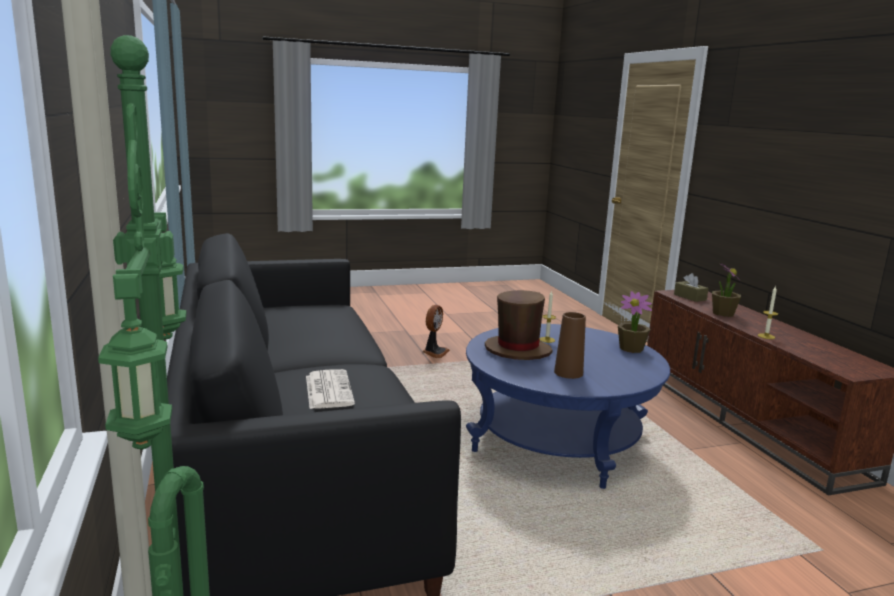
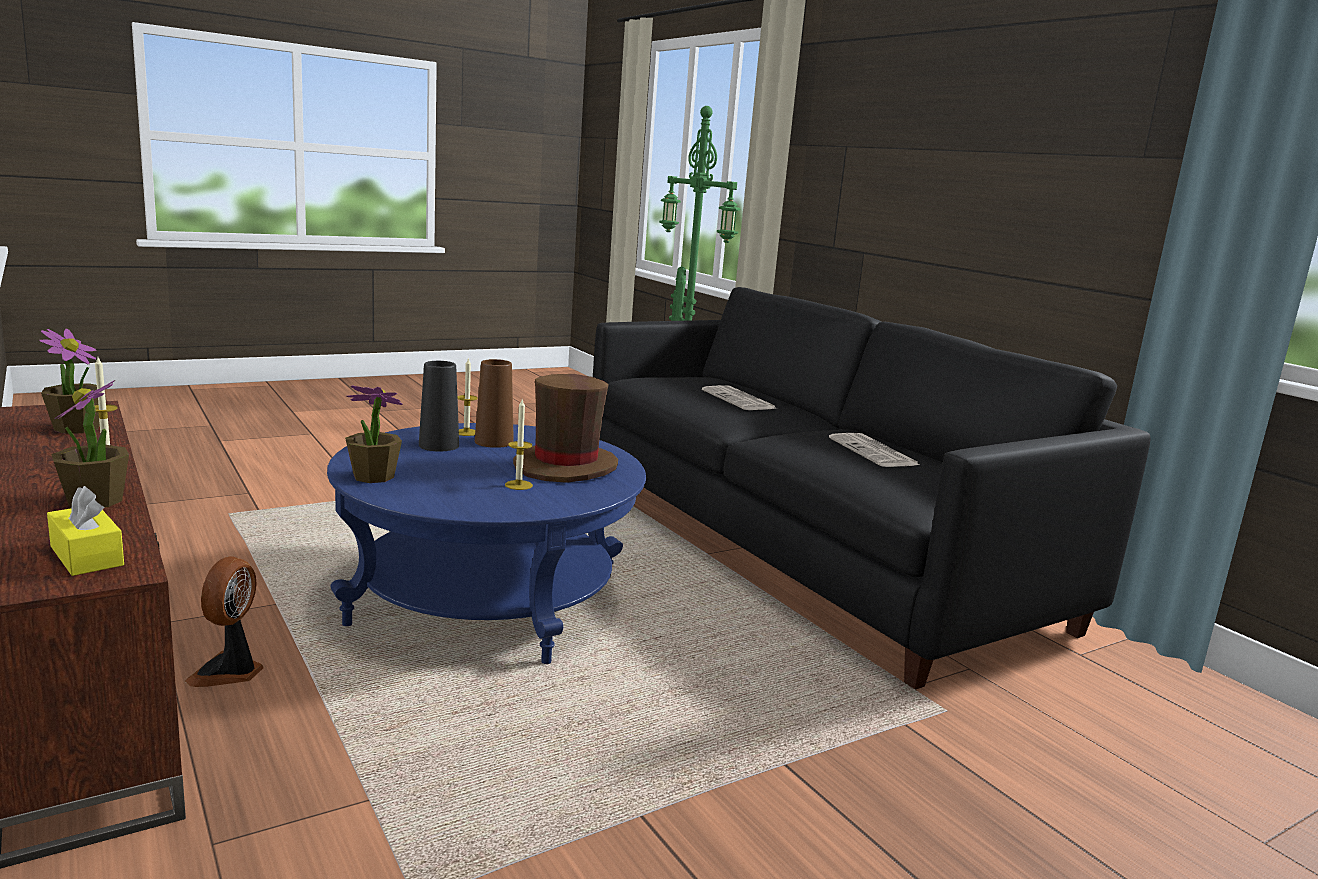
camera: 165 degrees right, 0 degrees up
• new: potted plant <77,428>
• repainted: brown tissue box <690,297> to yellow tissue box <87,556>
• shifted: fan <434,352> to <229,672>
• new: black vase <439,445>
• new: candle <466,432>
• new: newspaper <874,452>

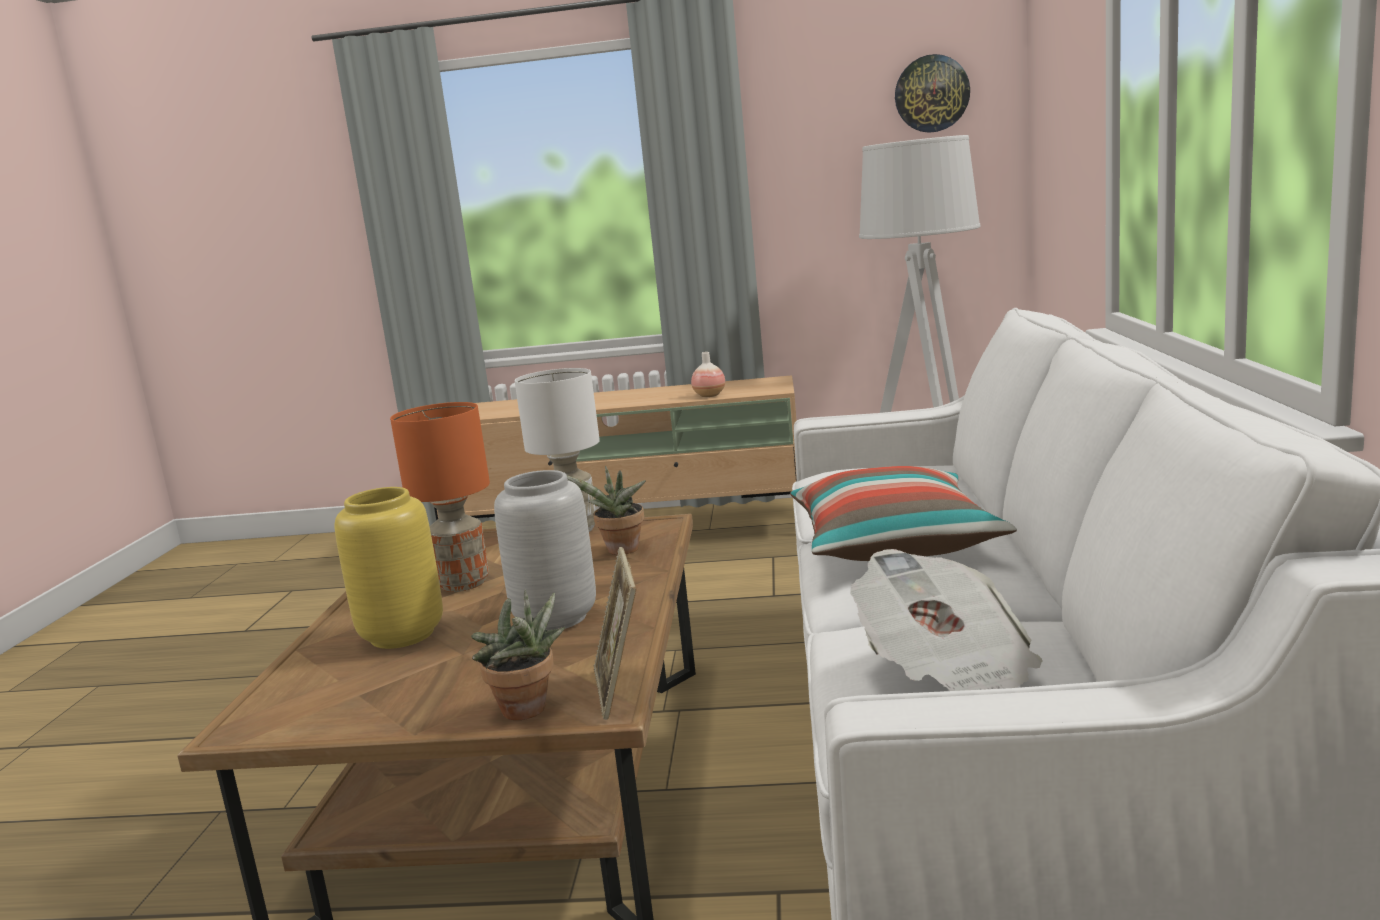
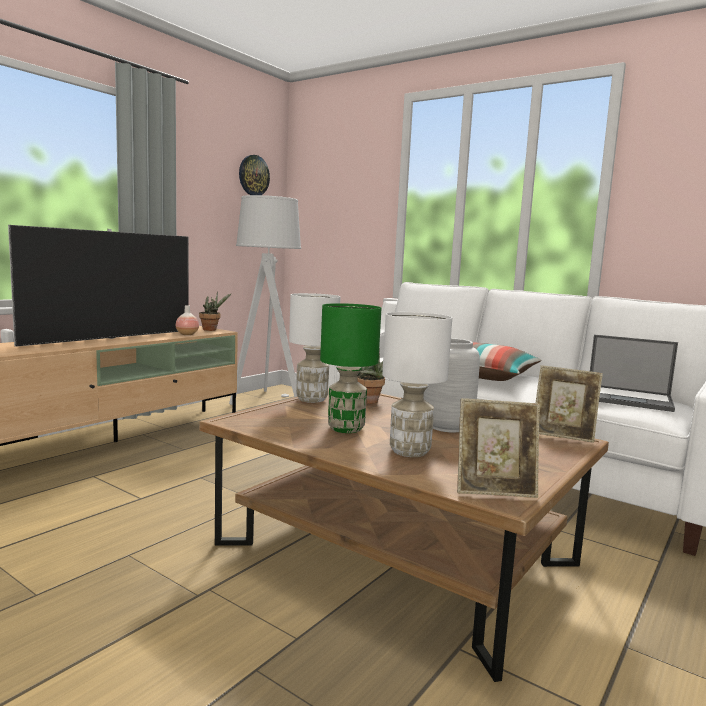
camera: 60 degrees left, 5 degrees down
• new: television <111,338>
• shifted: potted plant <528,712> to <211,330>
• repainted: orange table lamp <462,584> to green table lamp <346,429>
• swapped: yellow vase <400,635> to white table lamp <409,452>
• new: picture frame <495,490>
• swapped: newspaper <947,672> to laptop <629,399>

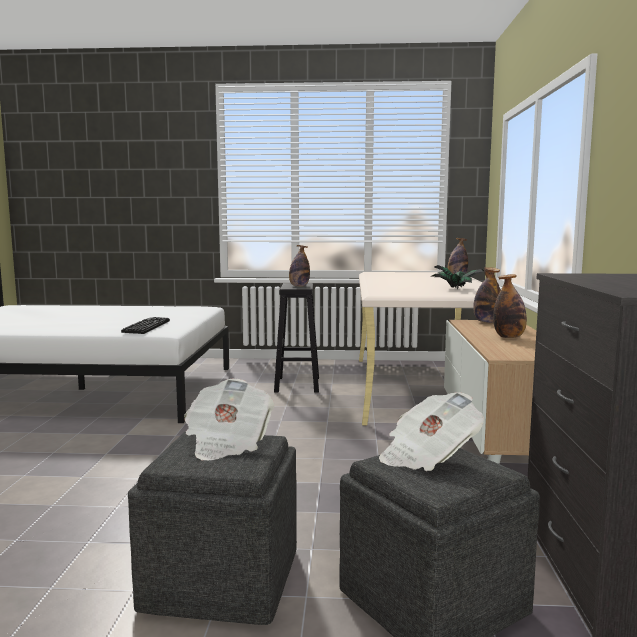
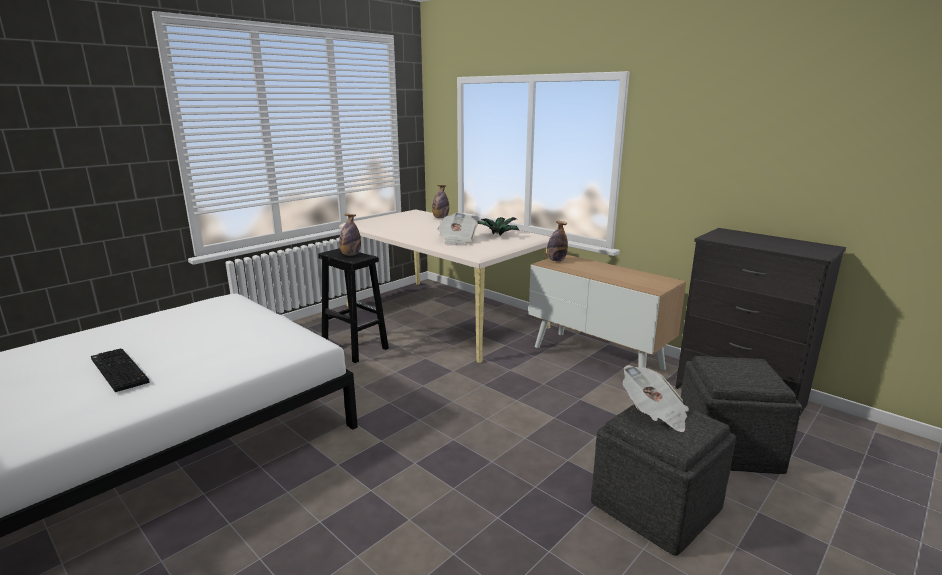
camera: 50 degrees left, 10 degrees up
• shifted: keyboard <146,326> to <117,371>
• shifted: newspaper <427,456> to <457,240>
• gone: bottle <509,337>

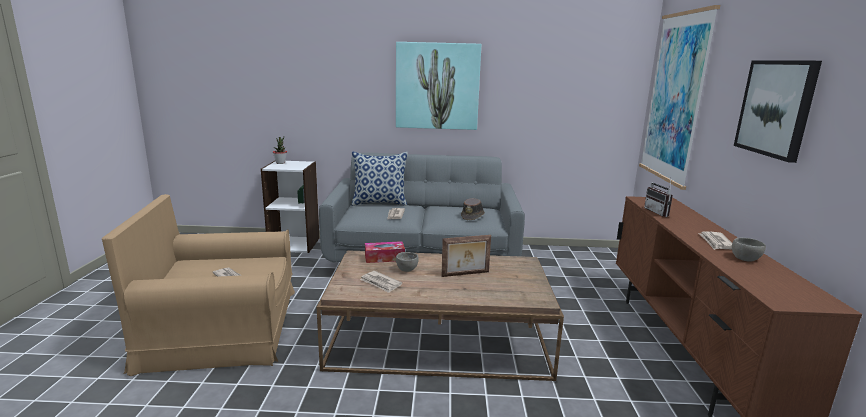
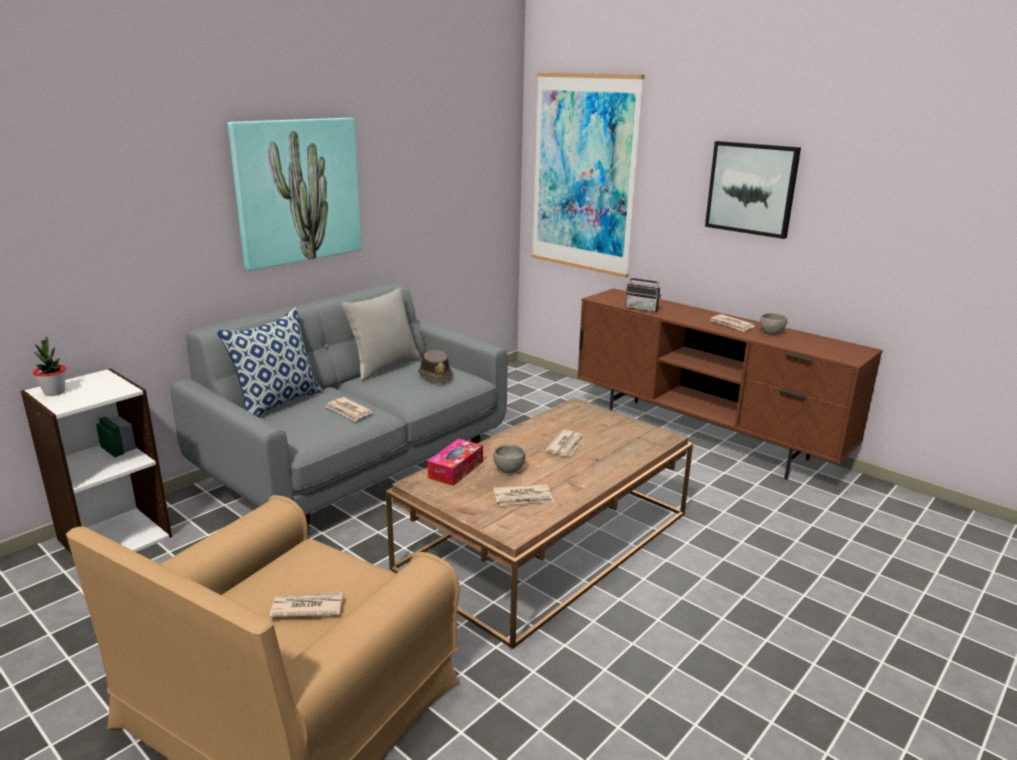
camera: 50 degrees left, 5 degrees up
• new: grey pillow <384,367>
• swapped: picture frame <465,274> to newspaper <566,445>

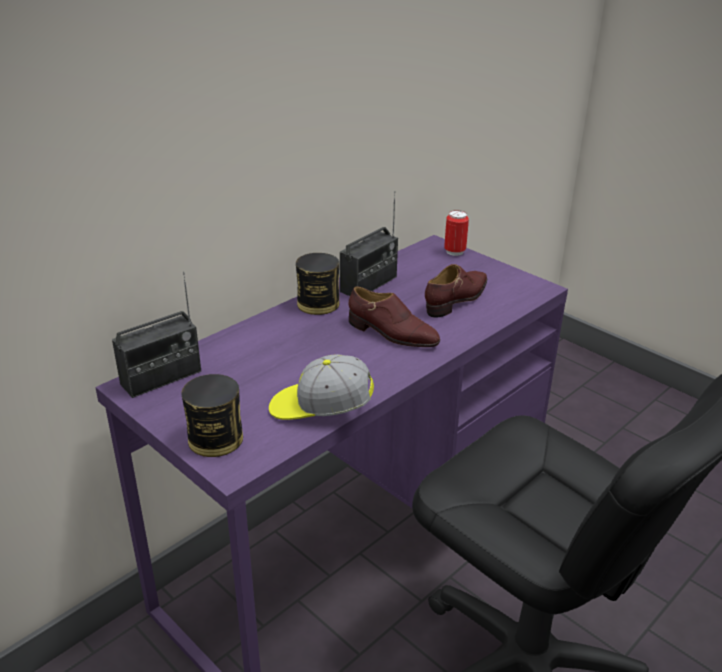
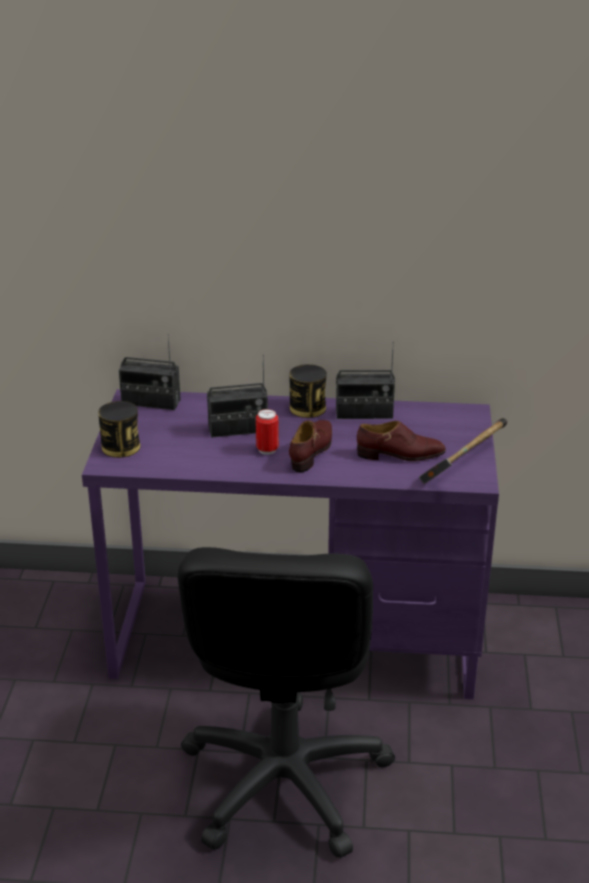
camera: 50 degrees right, 0 degrees up
• new: radio <238,429>
• shifted: can <454,251> to <267,450>
• rotated: brown shoe <392,334> = <312,450> 150 degrees counterclockwise
• new: hammer <464,462>
• gone: cap <321,408>

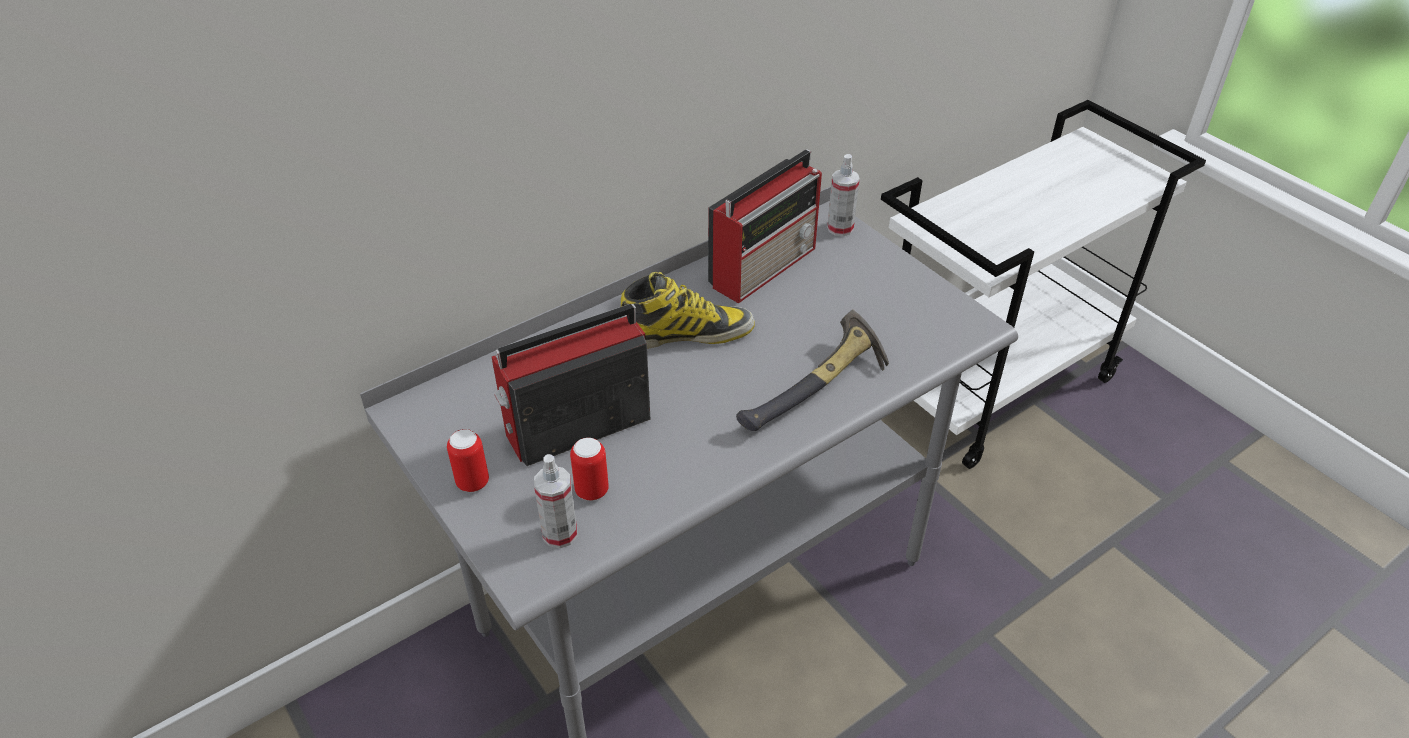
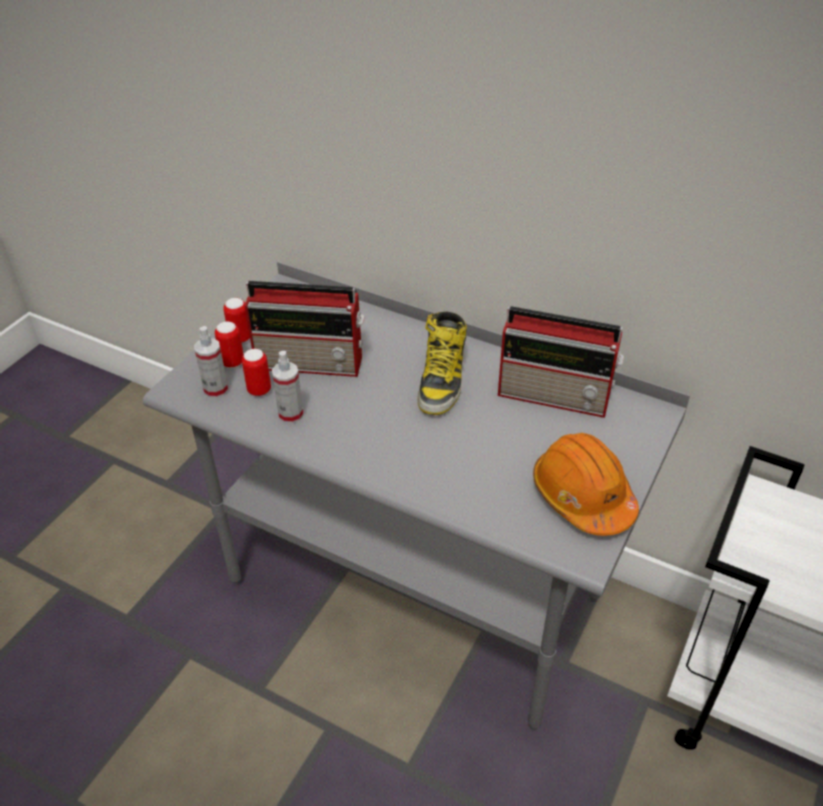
camera: 65 degrees right, 0 degrees up
• new: can <232,362>
• rotated: radio <575,427> = <312,362> 150 degrees clockwise
• shifted: spray bottle <840,228> to <291,414>
• rotated: boot <686,333> = <442,380> 45 degrees clockwise
• new: orange hard hat <582,496>
• gone: hammer <818,389>

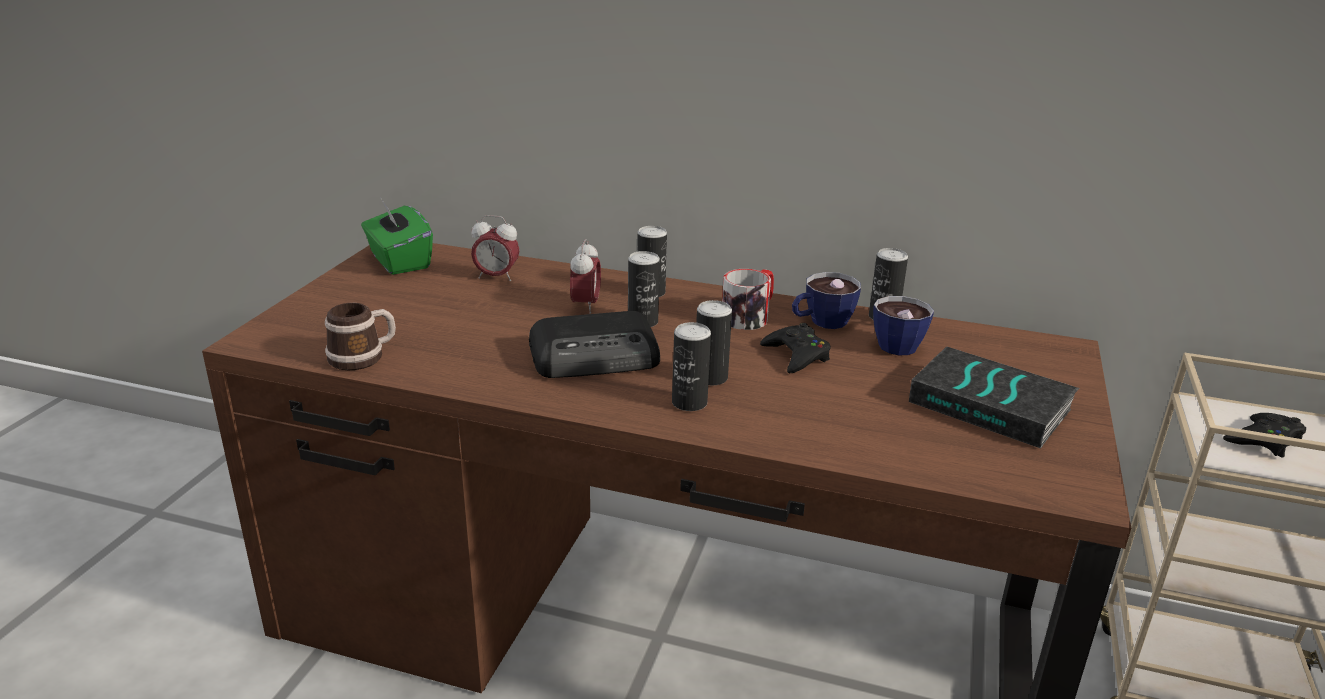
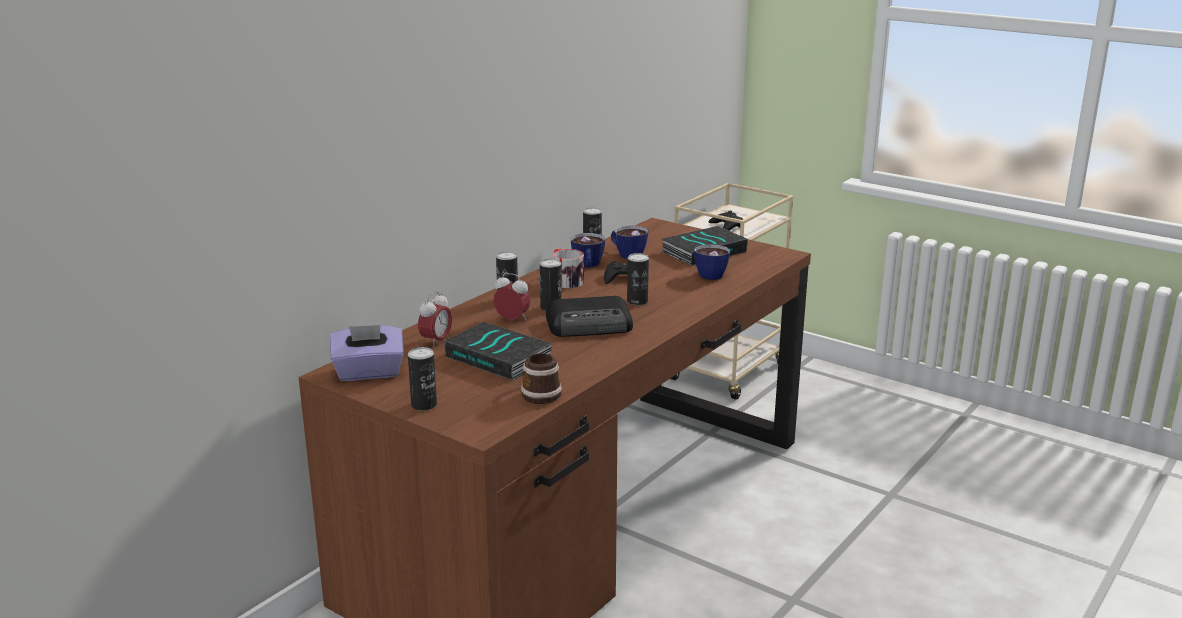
camera: 70 degrees left, 5 degrees down
• repainted: green tissue box <399,261> to purple tissue box <369,373>
• shifted: can <689,403> to <424,405>
• new: book <500,357>
• rotated: radio <597,357> = <591,325> 75 degrees clockwise
• new: cup <712,273>

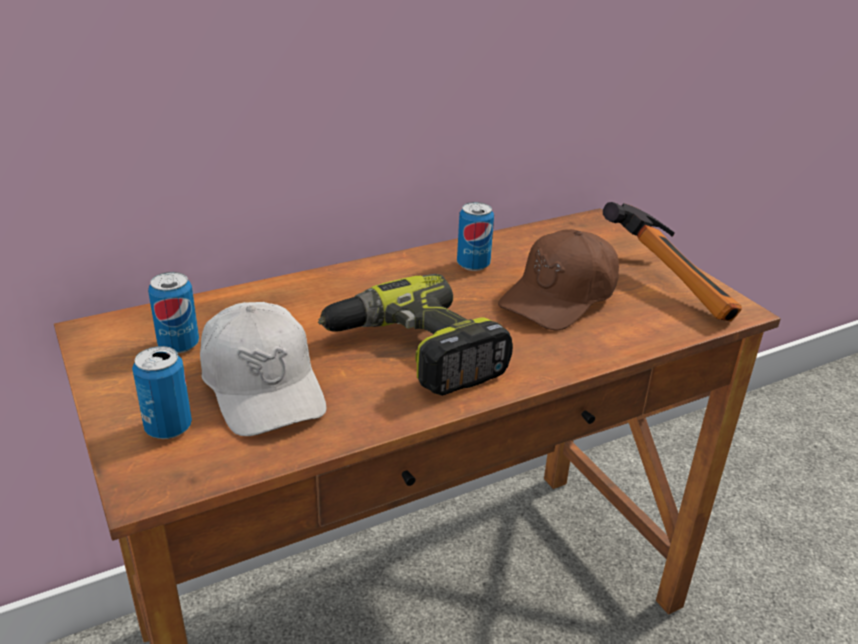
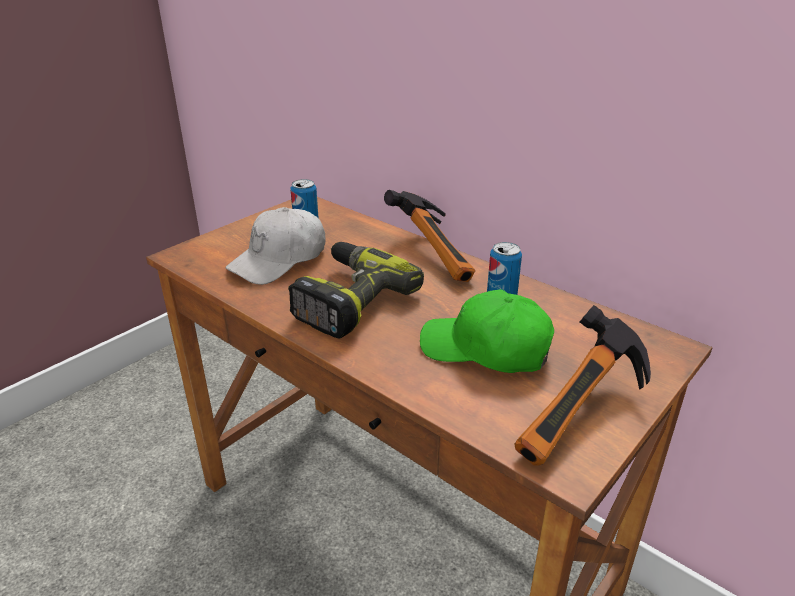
camera: 70 degrees right, 0 degrees up
• new: hammer <439,253>
• repainted: brown cap <560,297> to green cap <486,349>
• gone: can <168,427>

